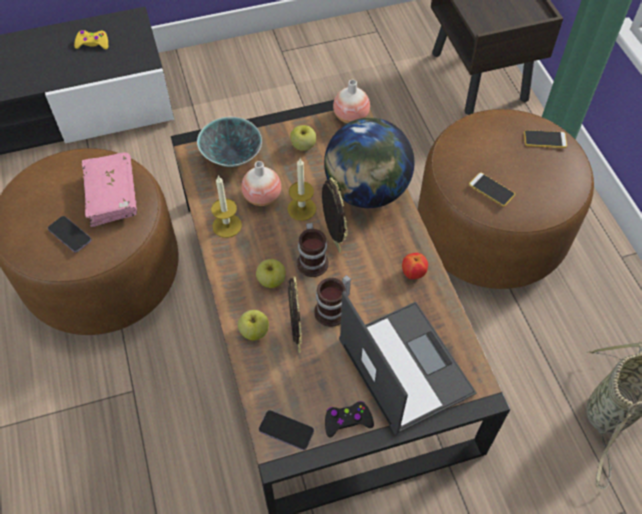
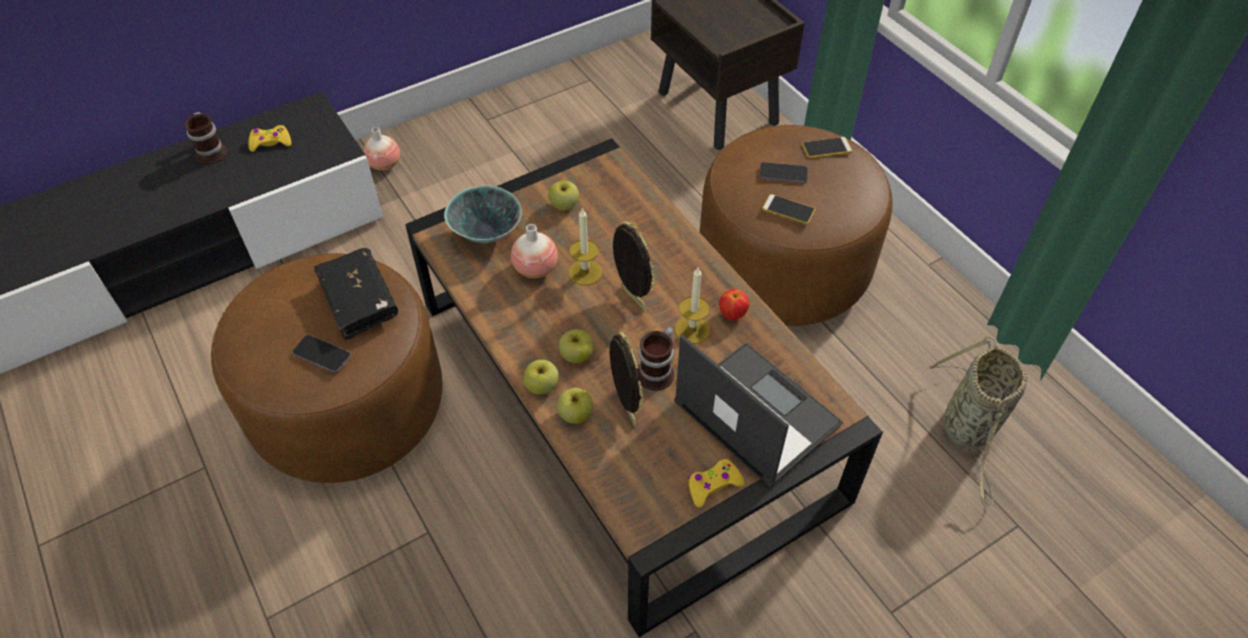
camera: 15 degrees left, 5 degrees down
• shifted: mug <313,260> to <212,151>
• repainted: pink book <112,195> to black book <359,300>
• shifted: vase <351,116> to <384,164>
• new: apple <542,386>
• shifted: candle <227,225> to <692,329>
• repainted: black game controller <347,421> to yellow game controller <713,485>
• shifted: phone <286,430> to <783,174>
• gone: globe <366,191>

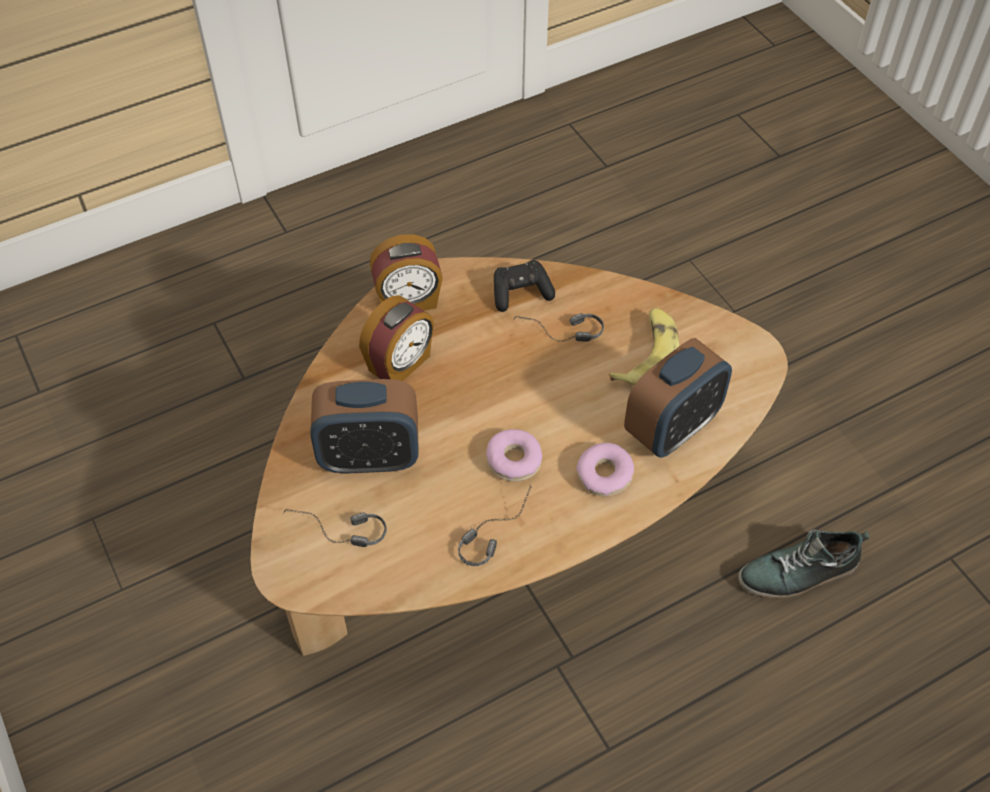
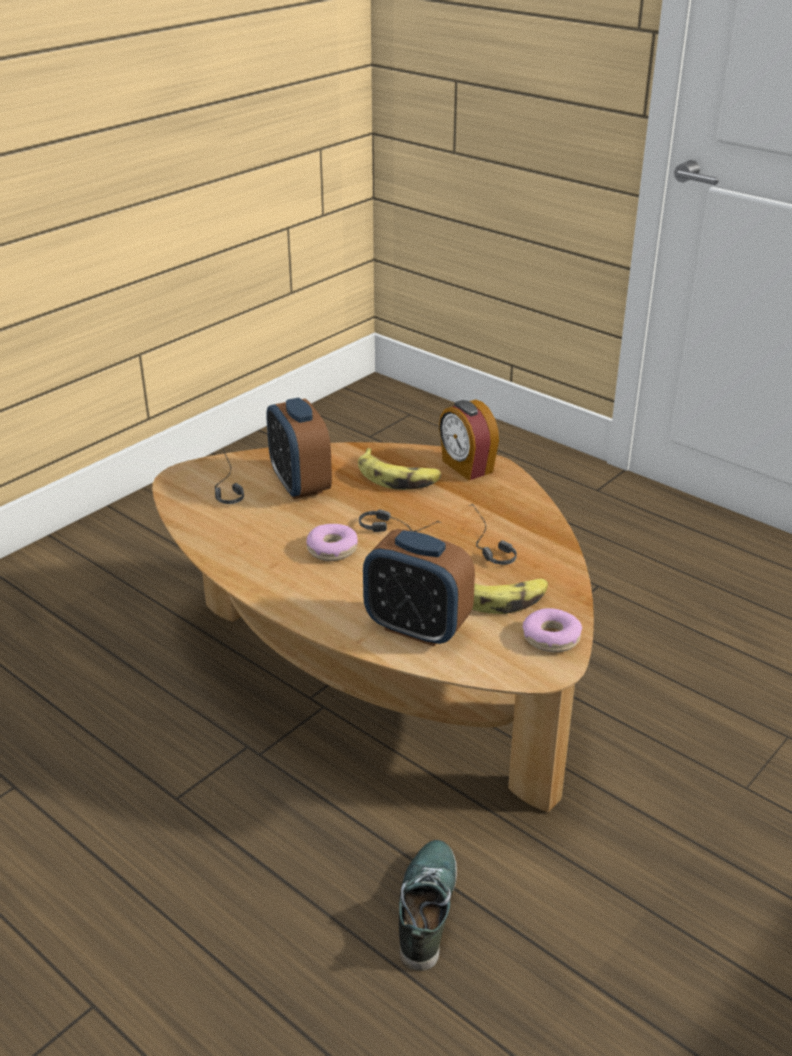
camera: 70 degrees right, 20 degrees down
• swapped: alarm clock <400,364> to banana <398,477>
• shifted: headphones <493,528> to <400,528>
• rotated: shoe <799,573> = <425,908> 45 degrees clockwise
• shifted: donut <604,475> to <551,638>
• gone: black game controller <521,293>

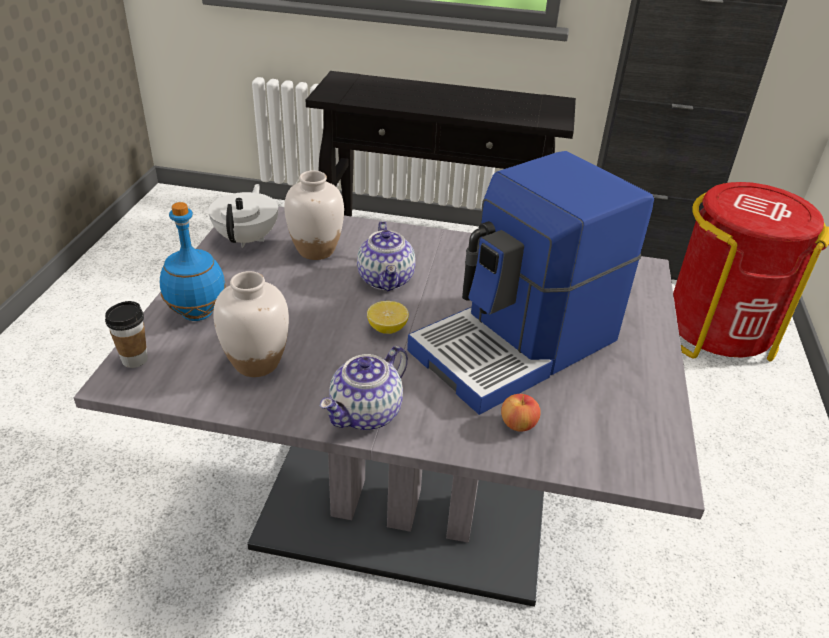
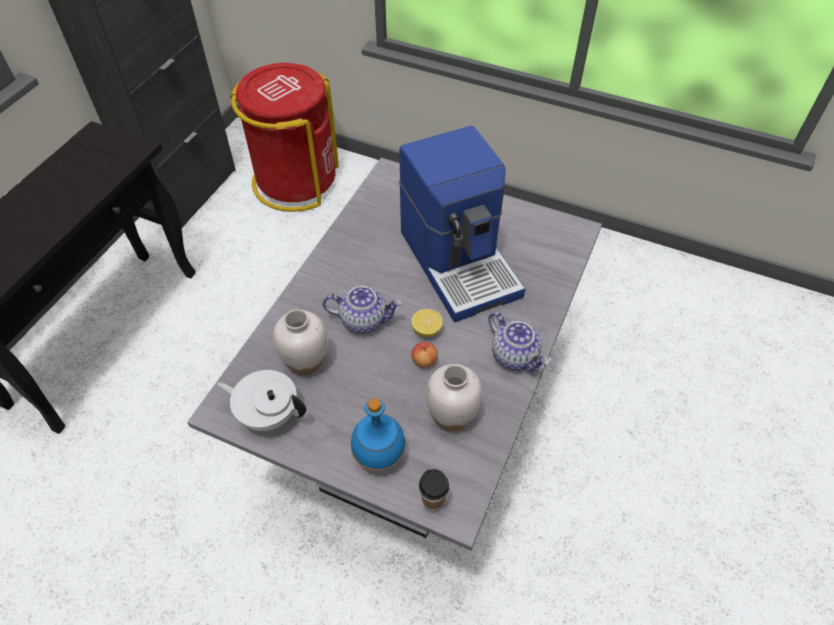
camera: 75 degrees left, 15 degrees up
• shifted: apple <518,424> to <424,361>

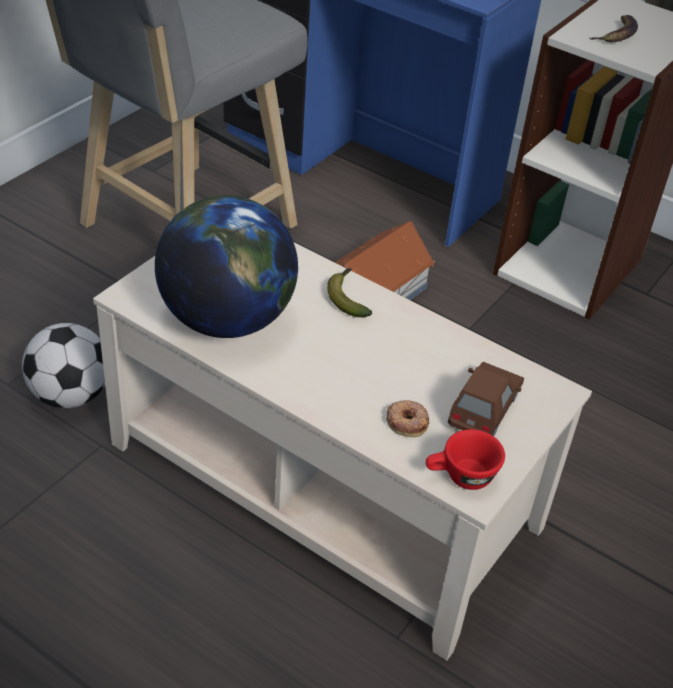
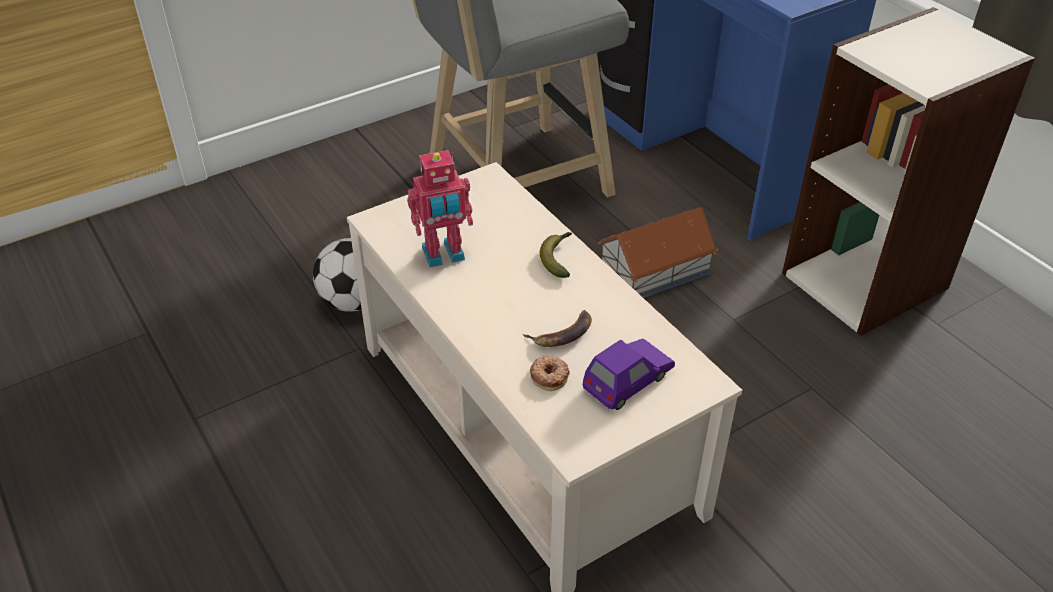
camera: 25 degrees right, 0 degrees up
• swapped: globe <227,319> to toy robot <444,255>
• shifted: banana <617,34> to <563,334>
• repainted: brown toy car <485,407> to purple toy car <628,380>
• gone: red cup <460,477>

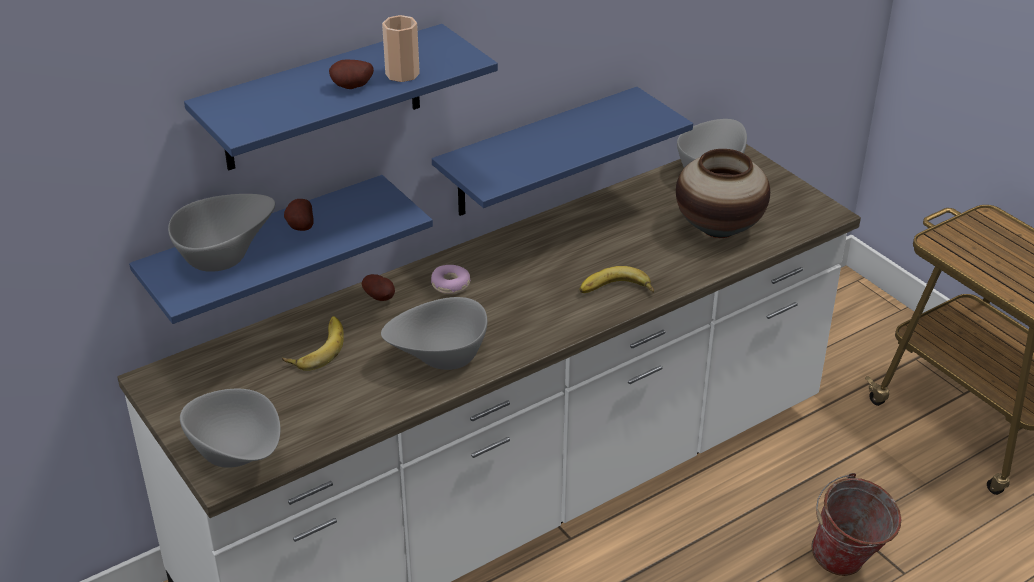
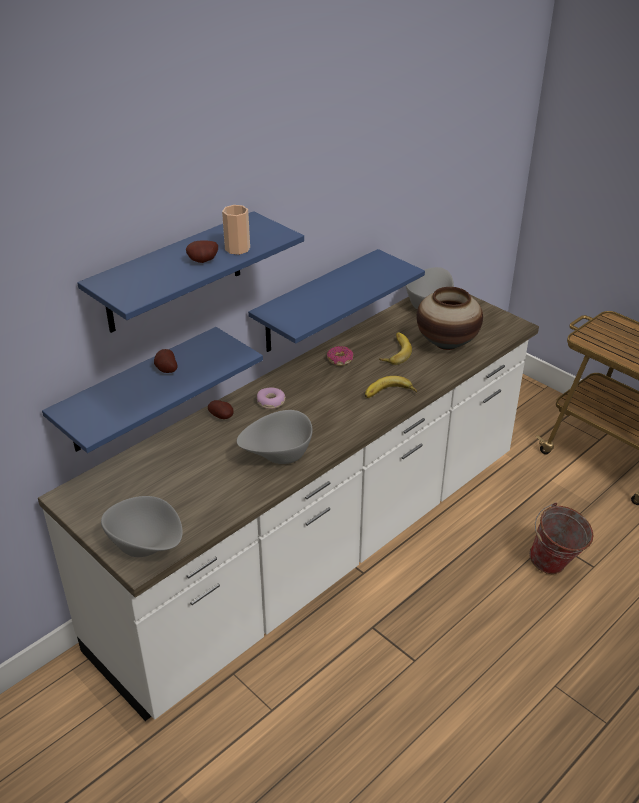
camera: 10 degrees left, 0 degrees up
• new: donut <340,360>
• shifted: banana <316,347> to <394,351>
• gone: grey bowl <225,256>

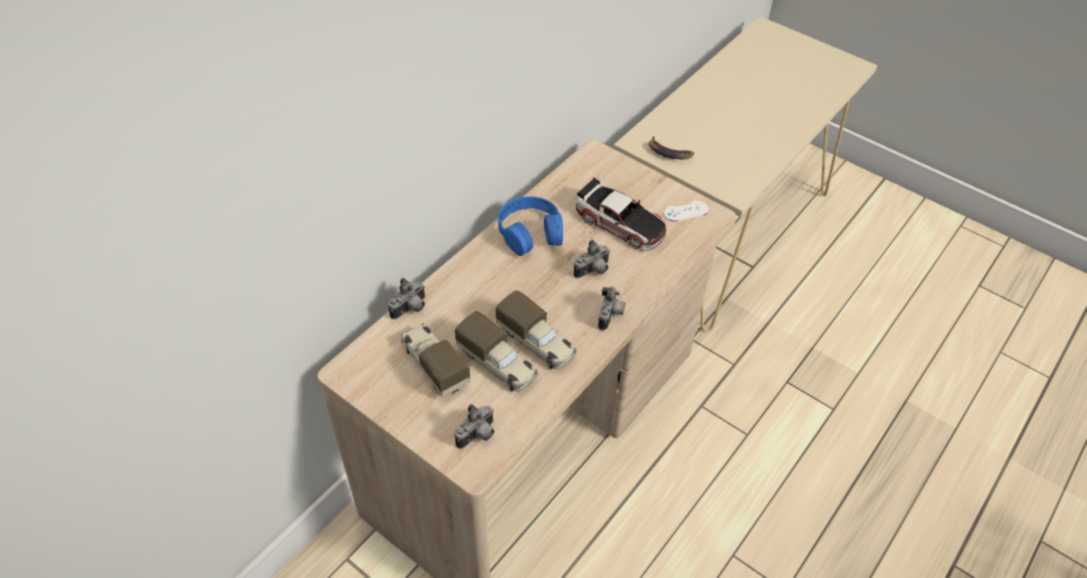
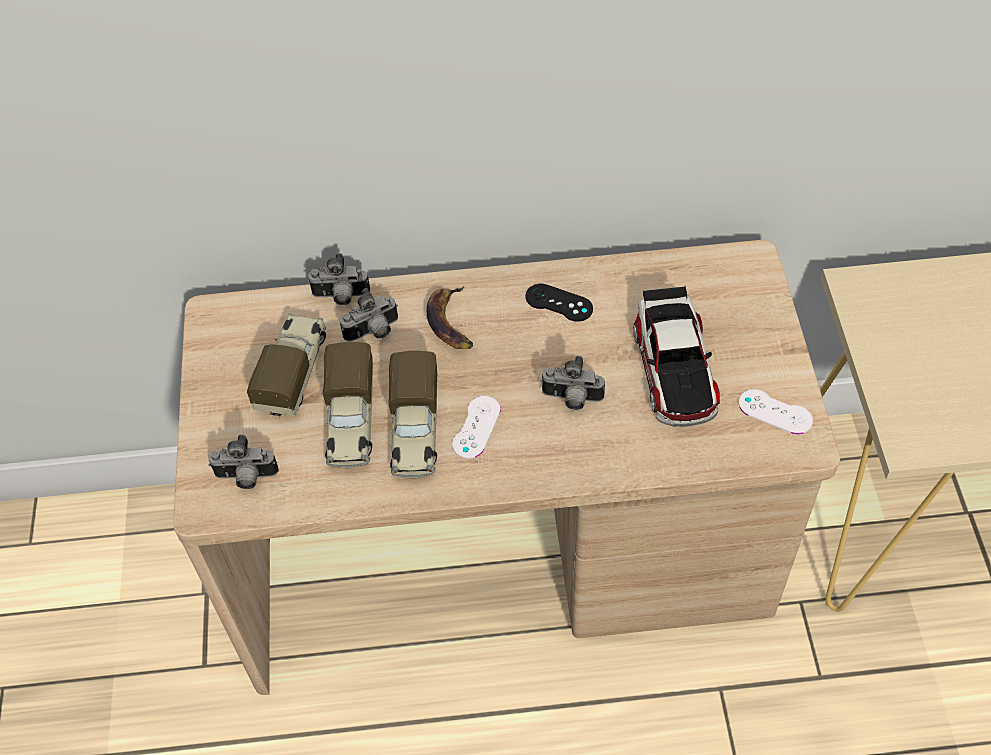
camera: 50 degrees right, 5 degrees up
• shifted: photo camera <611,315> to <373,332>
• shifted: banana <669,152> to <451,322>
• new: white game controller <476,427>
• swapped: blue headphones <530,232> to black game controller <559,303>

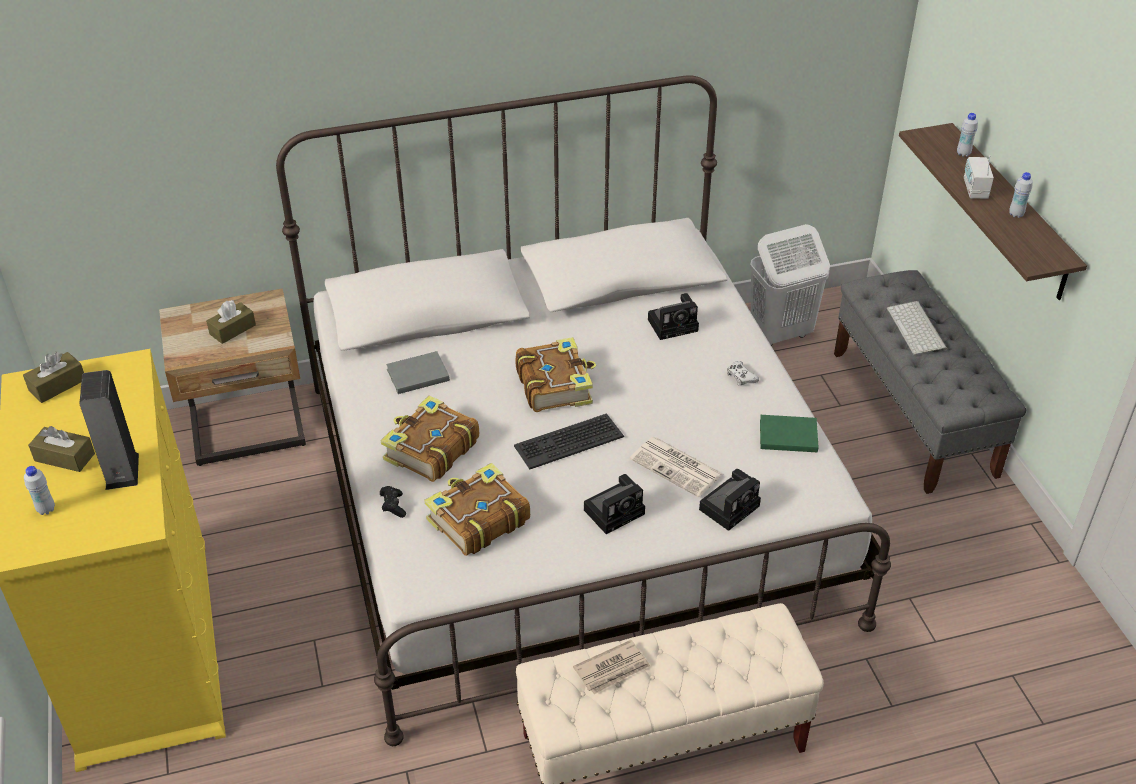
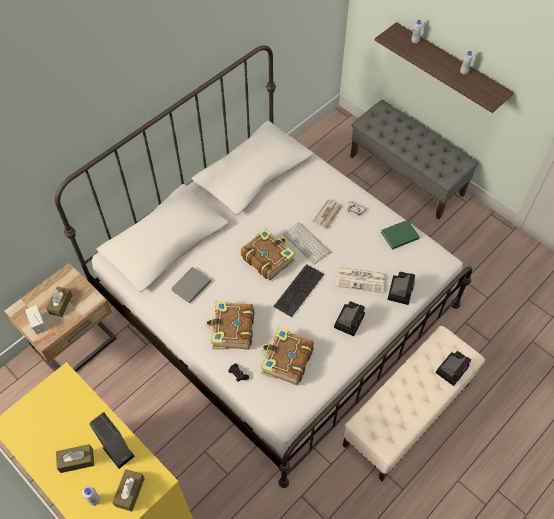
camera: 30 degrees left, 15 degrees up
• shifted: radio <975,190> to <38,324>
• shifted: brown tissue box <57,385> to <130,492>
• shifted: keyboard <917,329> to <307,243>
• shifted: newspaper <612,669> to <328,215>
• shifted: photo camera <674,324> to <452,369>
• gone: white laundry basket <780,333>

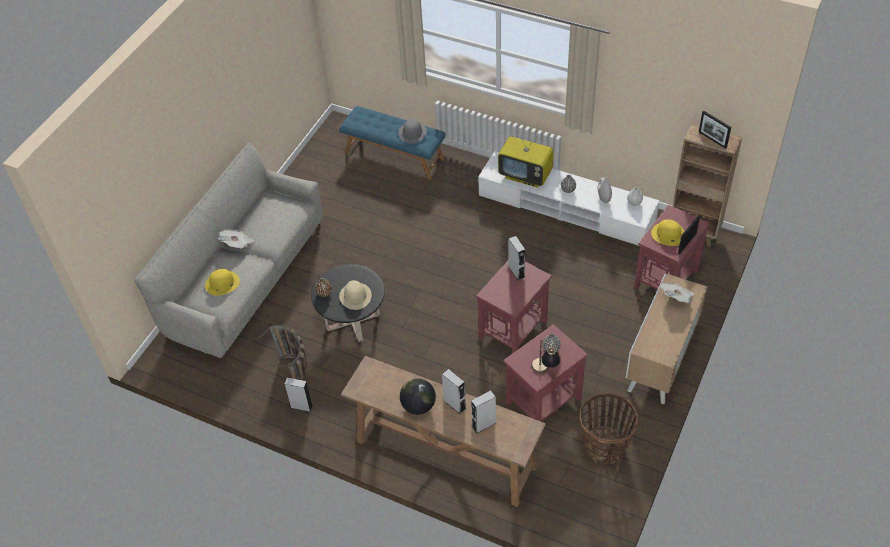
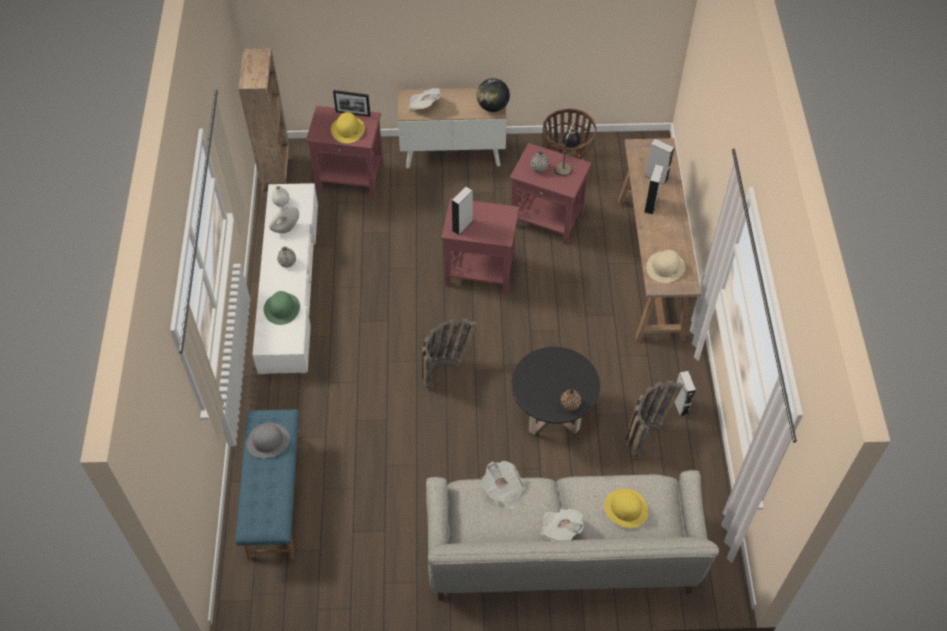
camera: 120 degrees left, 5 degrees up
• swapped: television <526,175> to green hat <281,308>
• new: basket <447,367>
• shifted: globe <418,406> to <492,107>
• new: newspaper <503,490>
• shifted: beige hat <355,296> to <665,267>
• gone: picture frame <712,139>

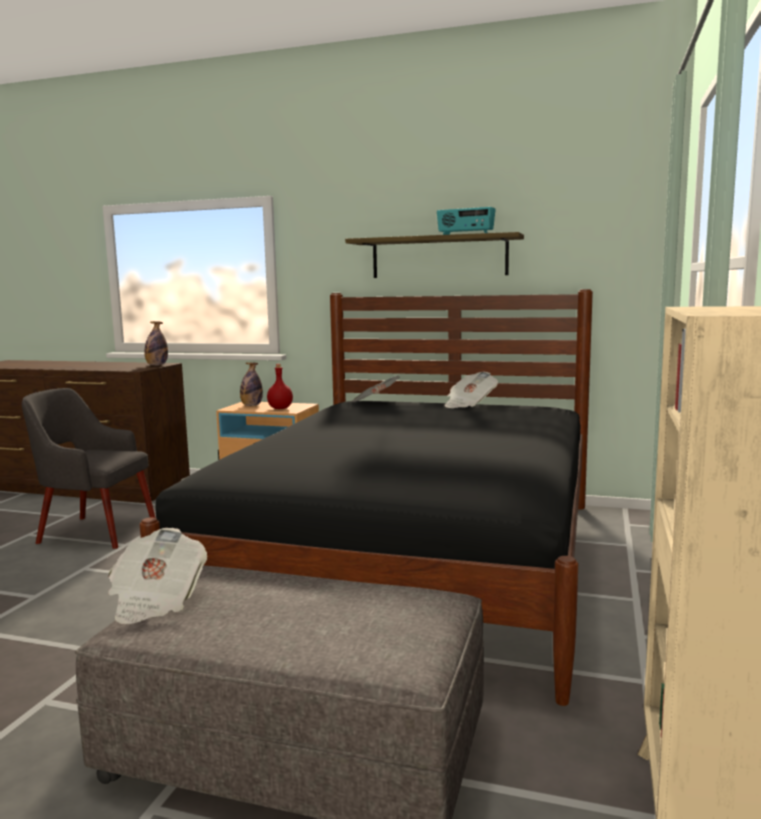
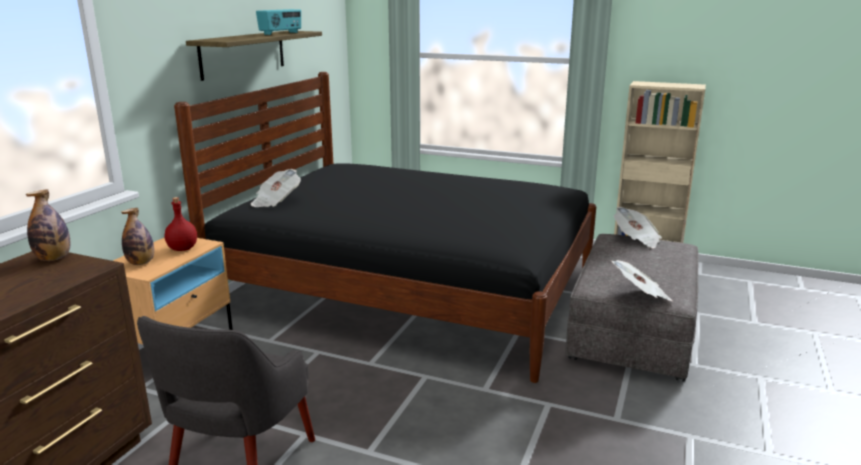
camera: 85 degrees left, 10 degrees up
• shifted: newspaper <469,405> to <636,240>

